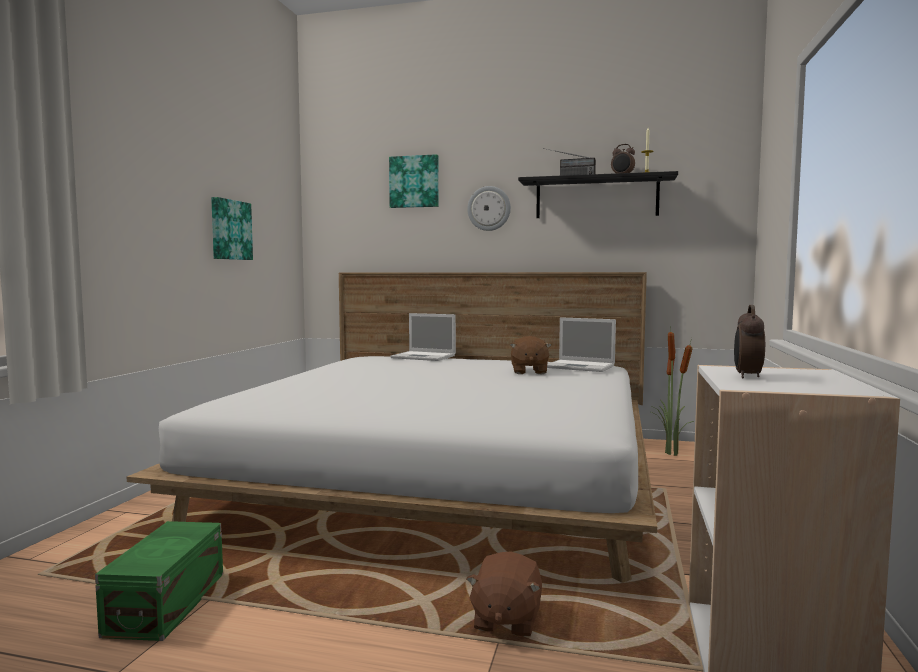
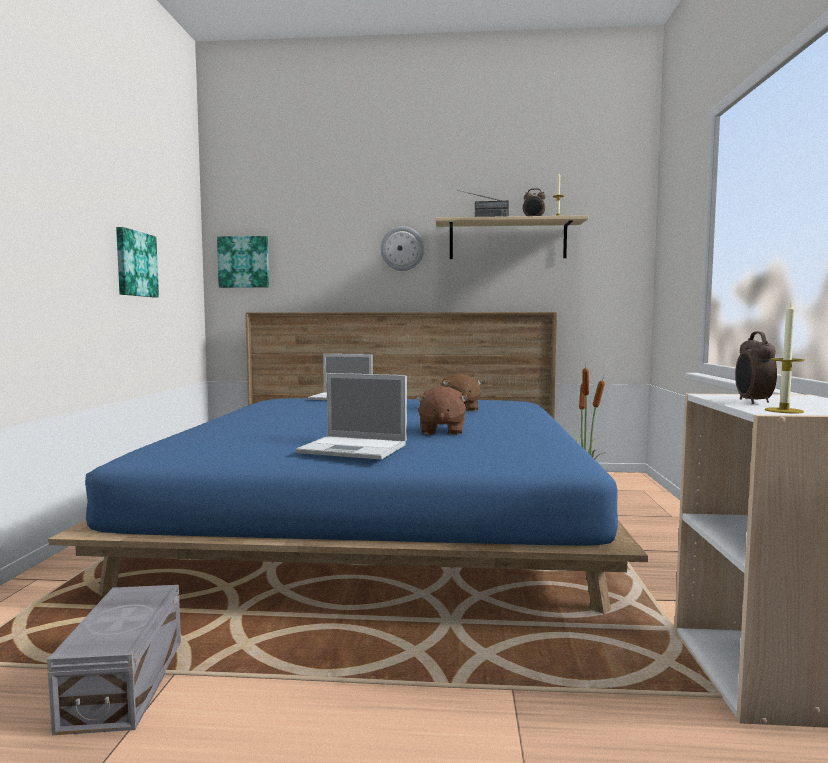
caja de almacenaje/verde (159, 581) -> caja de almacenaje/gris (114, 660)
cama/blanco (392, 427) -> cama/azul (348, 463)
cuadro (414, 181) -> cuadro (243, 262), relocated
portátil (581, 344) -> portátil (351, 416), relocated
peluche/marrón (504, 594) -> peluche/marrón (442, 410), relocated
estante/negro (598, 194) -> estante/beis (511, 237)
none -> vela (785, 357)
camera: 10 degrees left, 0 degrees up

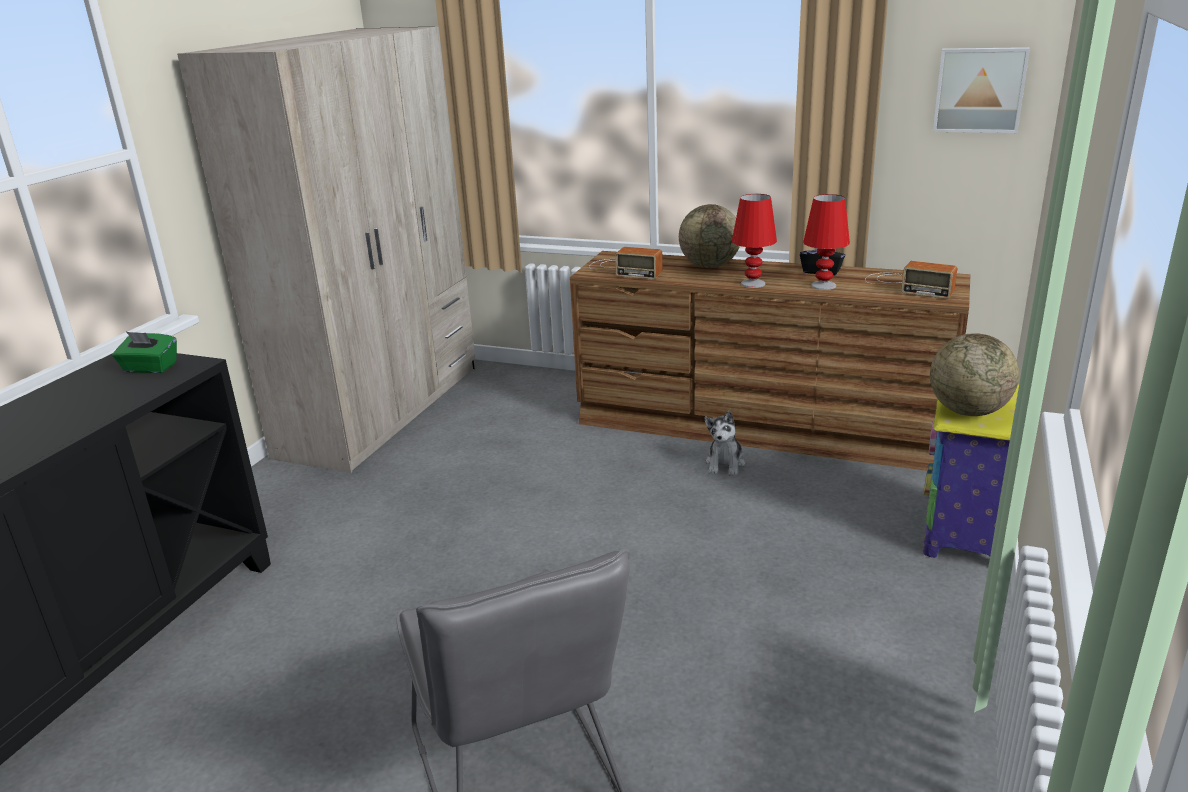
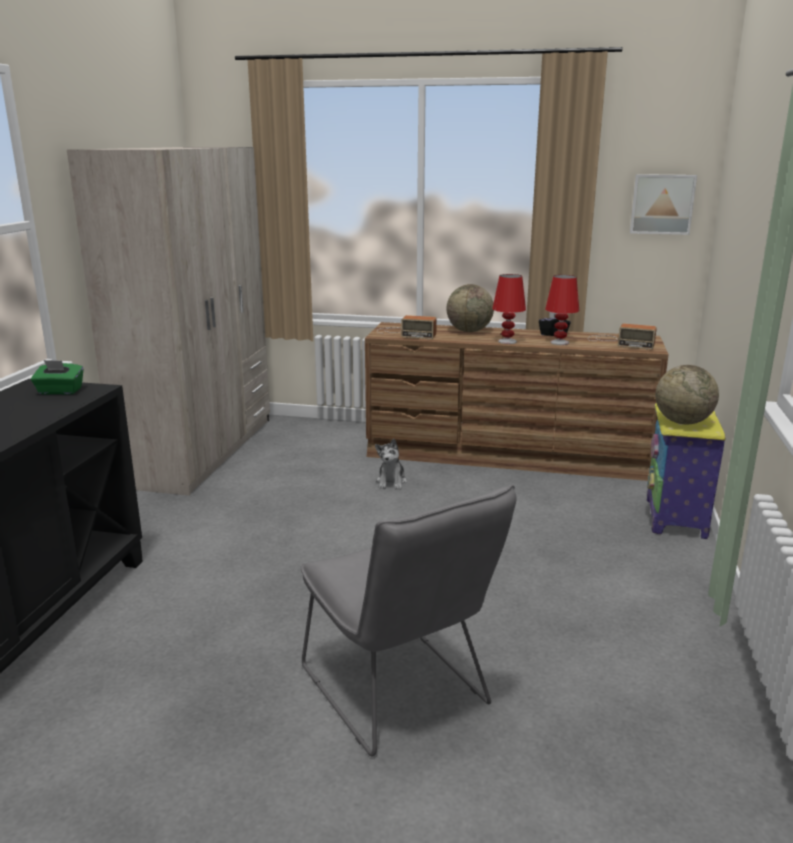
peluche (725, 443) -> peluche (391, 464), relocated
camera: 10 degrees left, 5 degrees down

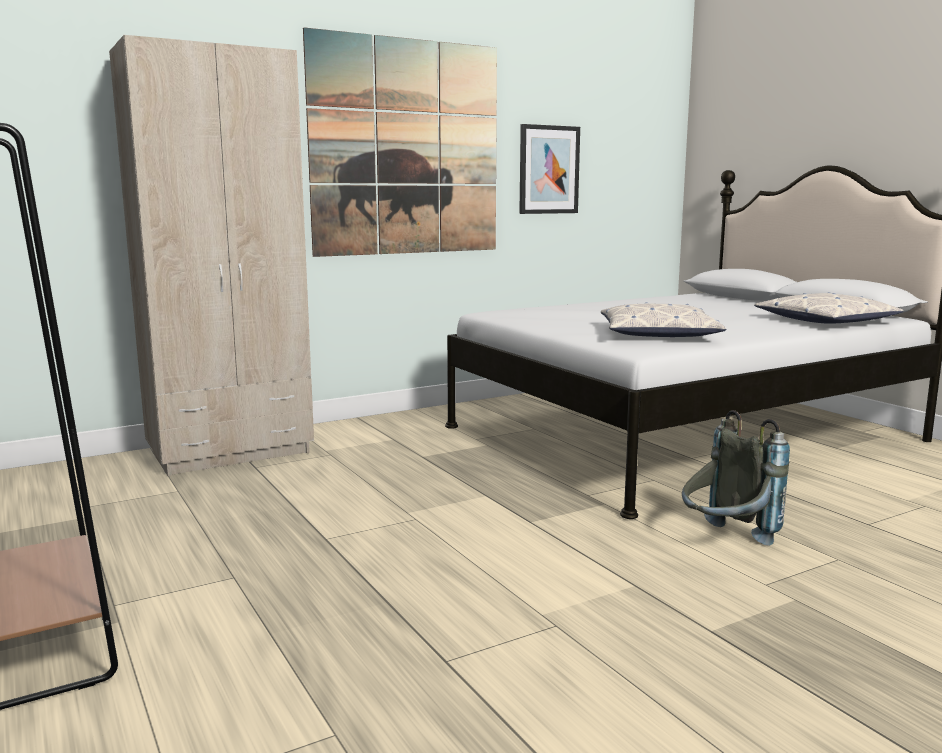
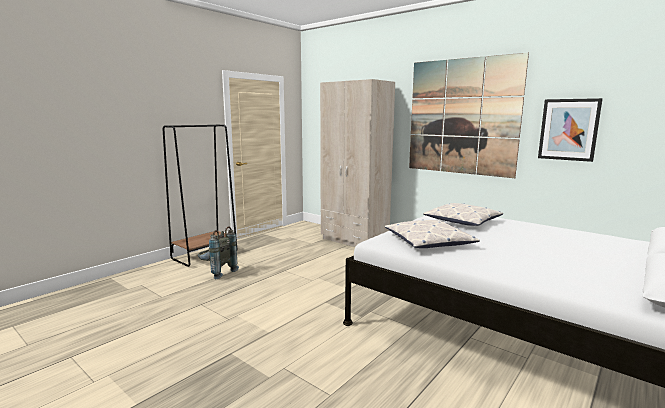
mochila/gris (736, 478) -> mochila/gris (218, 252), relocated
cojín (828, 308) -> cojín (463, 214), relocated
camera: 70 degrees right, 0 degrees up

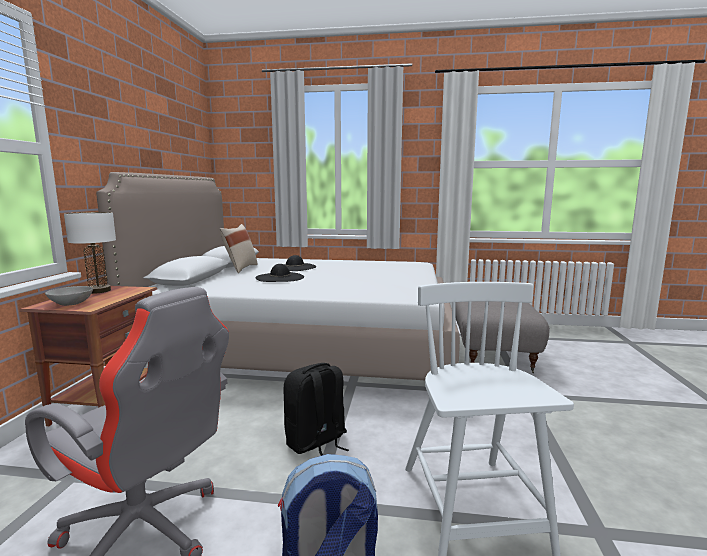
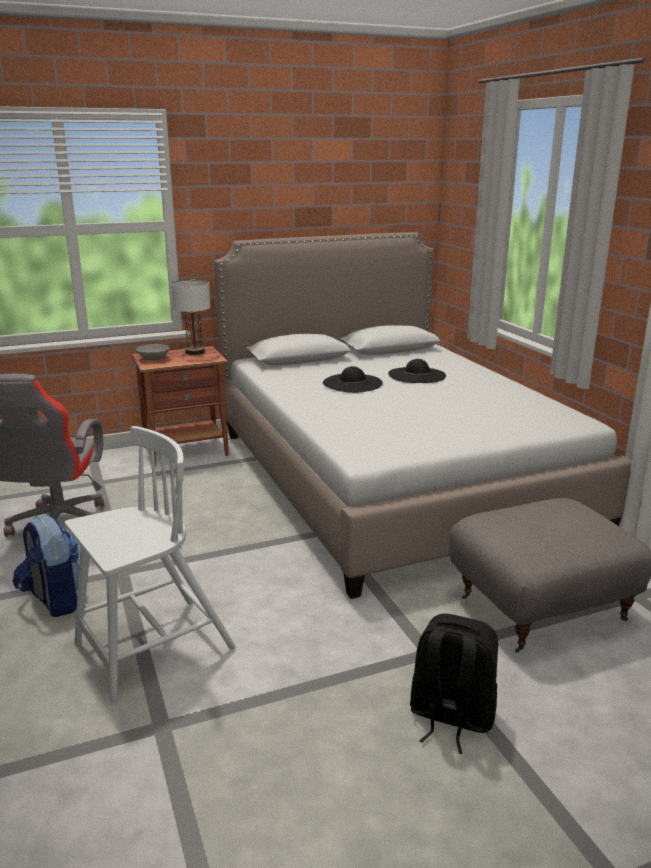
mochila/negro (316, 409) -> mochila/negro (454, 684), relocated
cojín/beis (238, 248) -> none
camera: 60 degrees right, 10 degrees up

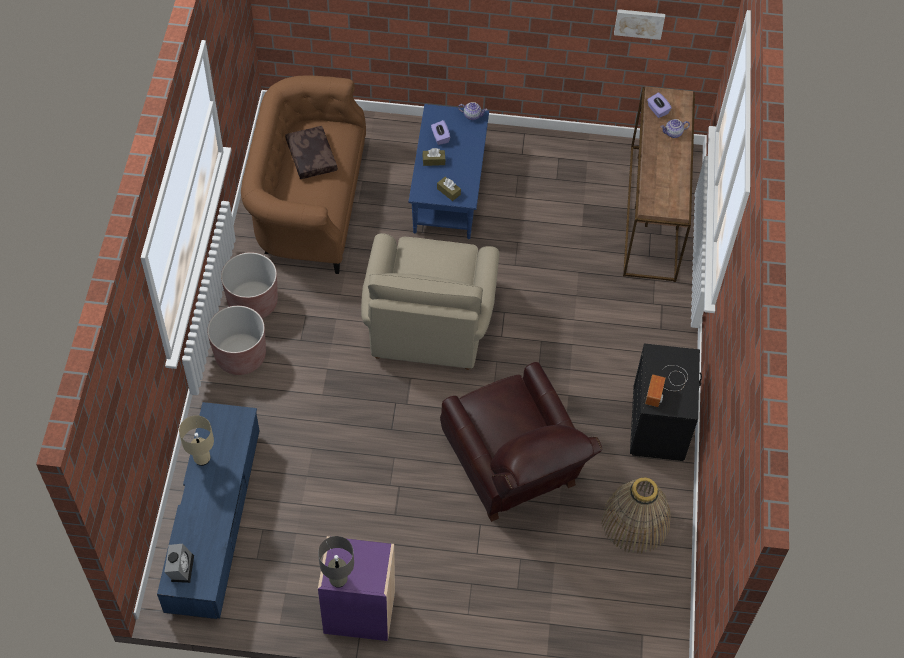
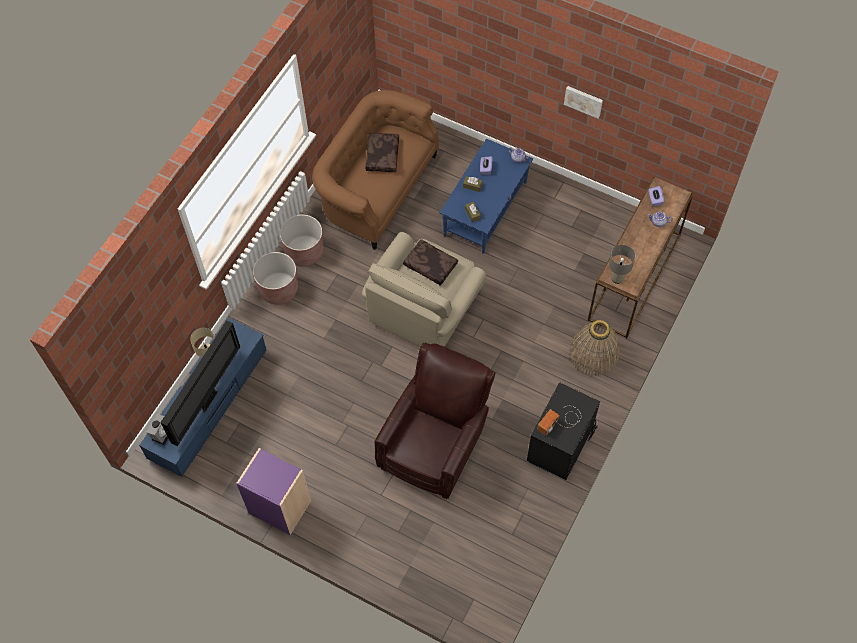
none -> televisor (200, 383)
sillón/marrón (521, 442) -> sillón/marrón (435, 420), 150 degrees counterclockwise
none -> cojín/marrón (430, 262)
cuadro (639, 24) -> cuadro (583, 102), relocated
cesta (636, 515) -> cesta (594, 348), relocated
lámpara de mesa/gris (336, 562) -> lámpara de mesa/gris (622, 264), relocated
camera: 25 degrees right, 5 degrees up

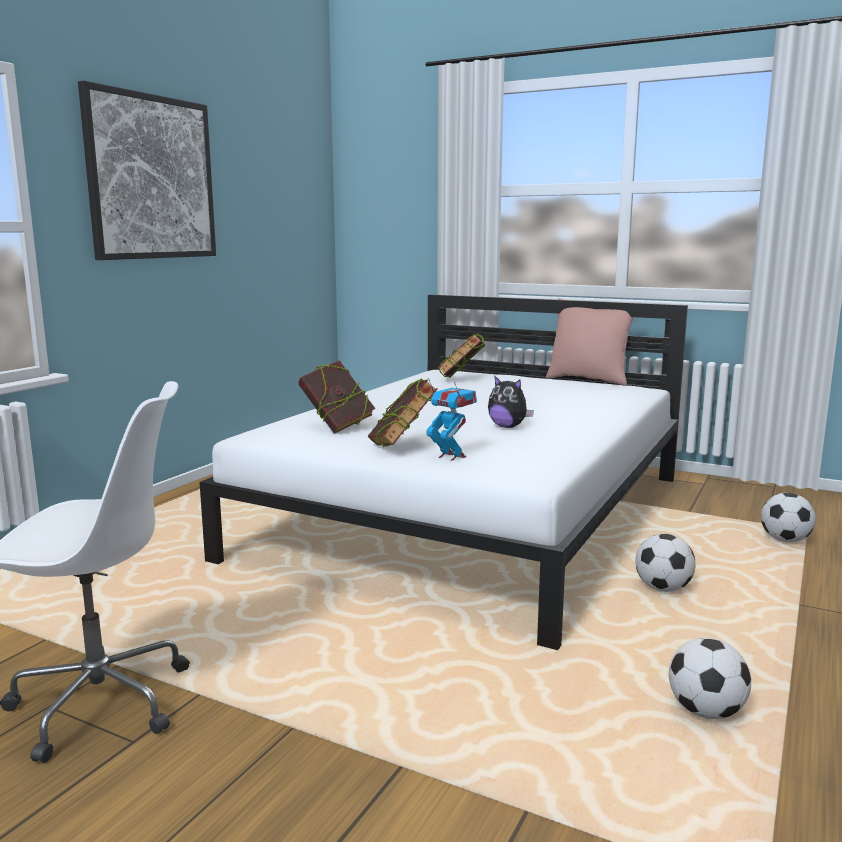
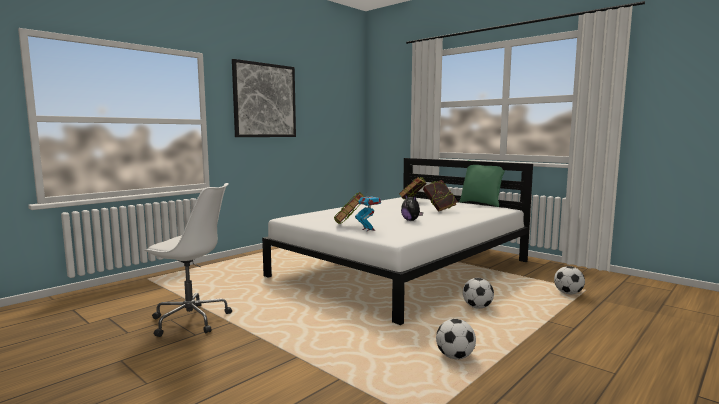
libro (336, 397) -> libro (440, 196), relocated
cojín/rosa (590, 342) -> cojín/verde (483, 183)
camera: 15 degrees right, 5 degrees down

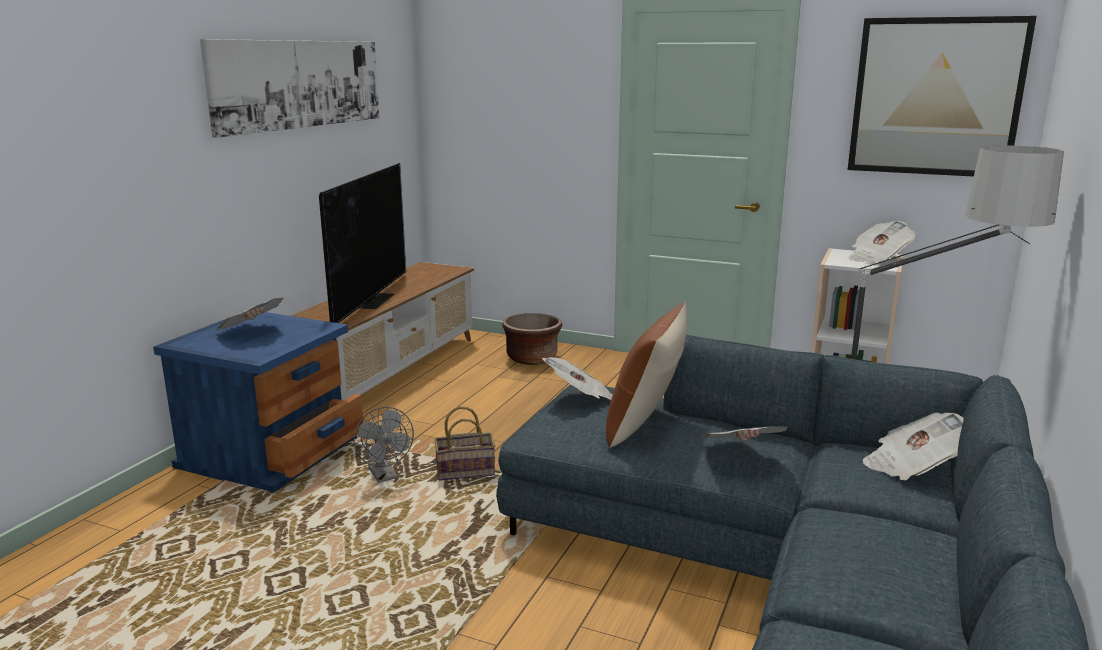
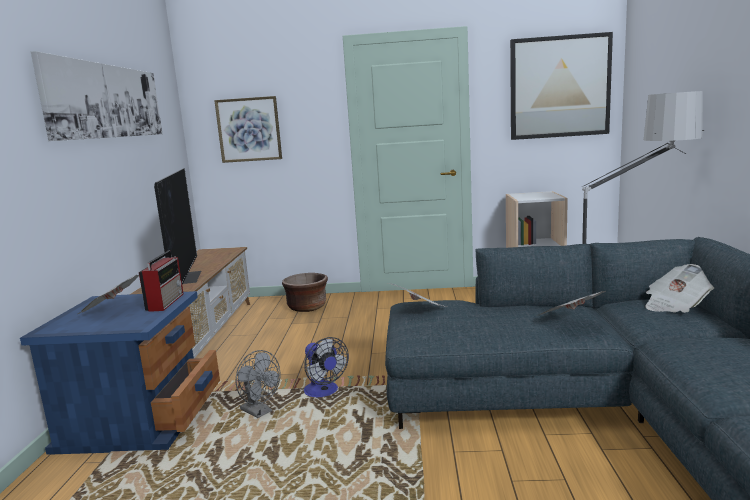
none -> radio (161, 281)
none -> cuadro (248, 129)
cesta (464, 443) -> ventilador (326, 367)
cojín/marrón (646, 375) -> none
periódico (882, 241) -> none
camera: 20 degrees left, 5 degrees down

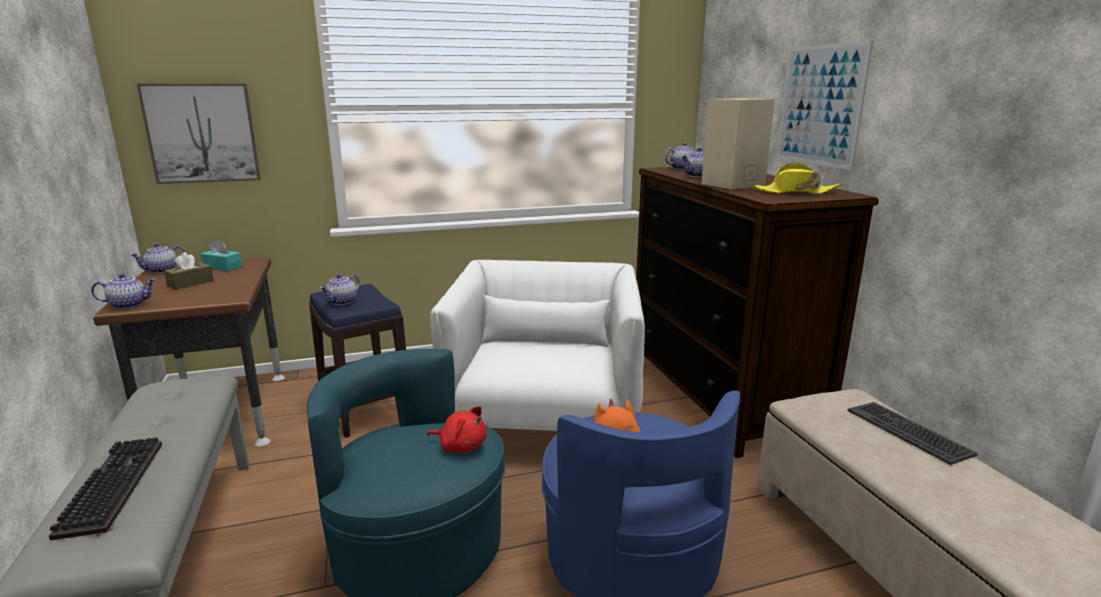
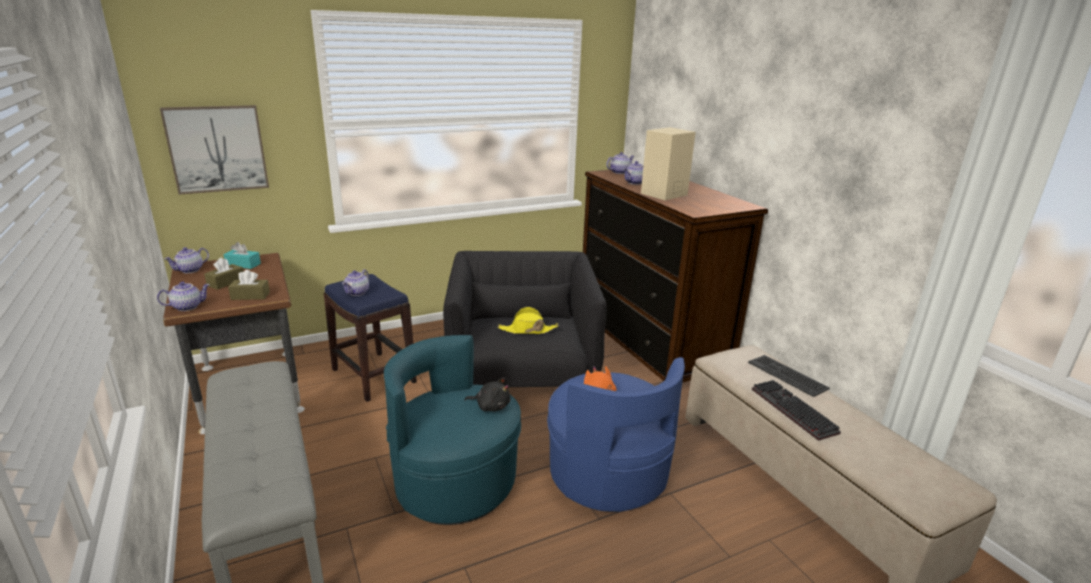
none -> caja de pañuelos/marrón (249, 285)
sillón/blanco (537, 345) -> sillón/negro (525, 319)
peluche/rojo (457, 429) -> peluche/negro (487, 394)
sombrero/amarillo (796, 178) -> sombrero/amarillo (528, 320), relocated
teclado (105, 489) -> teclado (796, 410), relocated
cuadro (825, 105) -> none
camera: 10 degrees left, 5 degrees up

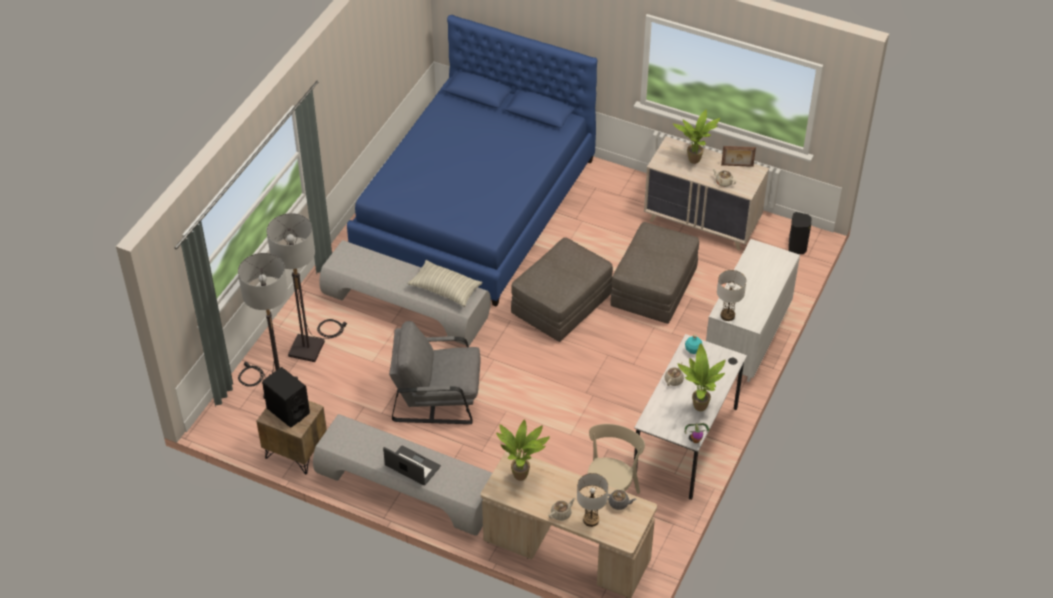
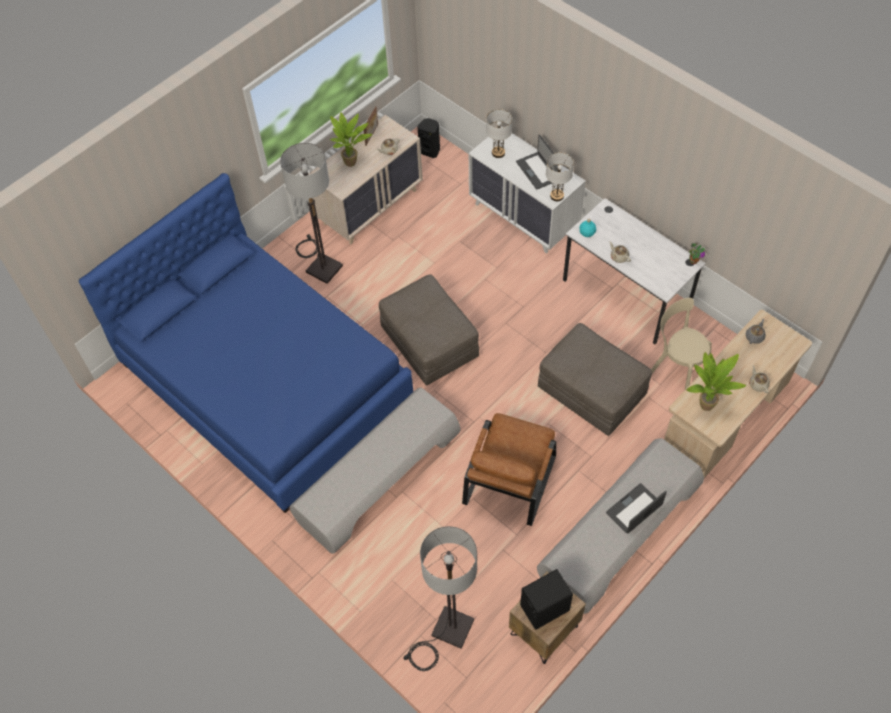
lámpara de pie (306, 287) -> lámpara de pie (311, 213), relocated
sillón/gris (435, 372) -> sillón/marrón (509, 469)
lámpara de mesa (592, 500) -> lámpara de mesa (499, 133), relocated
none -> portátil (537, 162)
puf/gris (654, 273) -> puf/gris (595, 379), relocated
cojín (445, 283) -> none
planta en maceta (701, 377) -> none
camera: 70 degrees left, 10 degrees up

